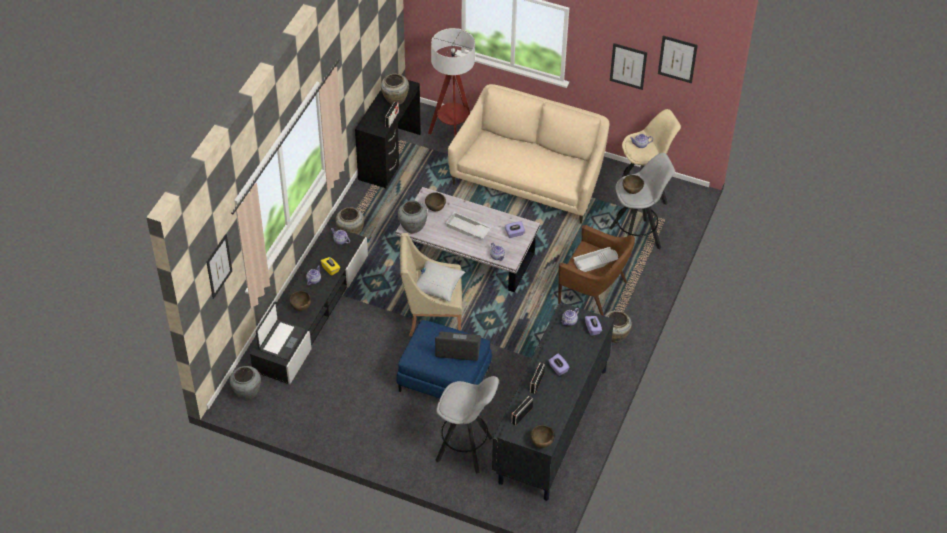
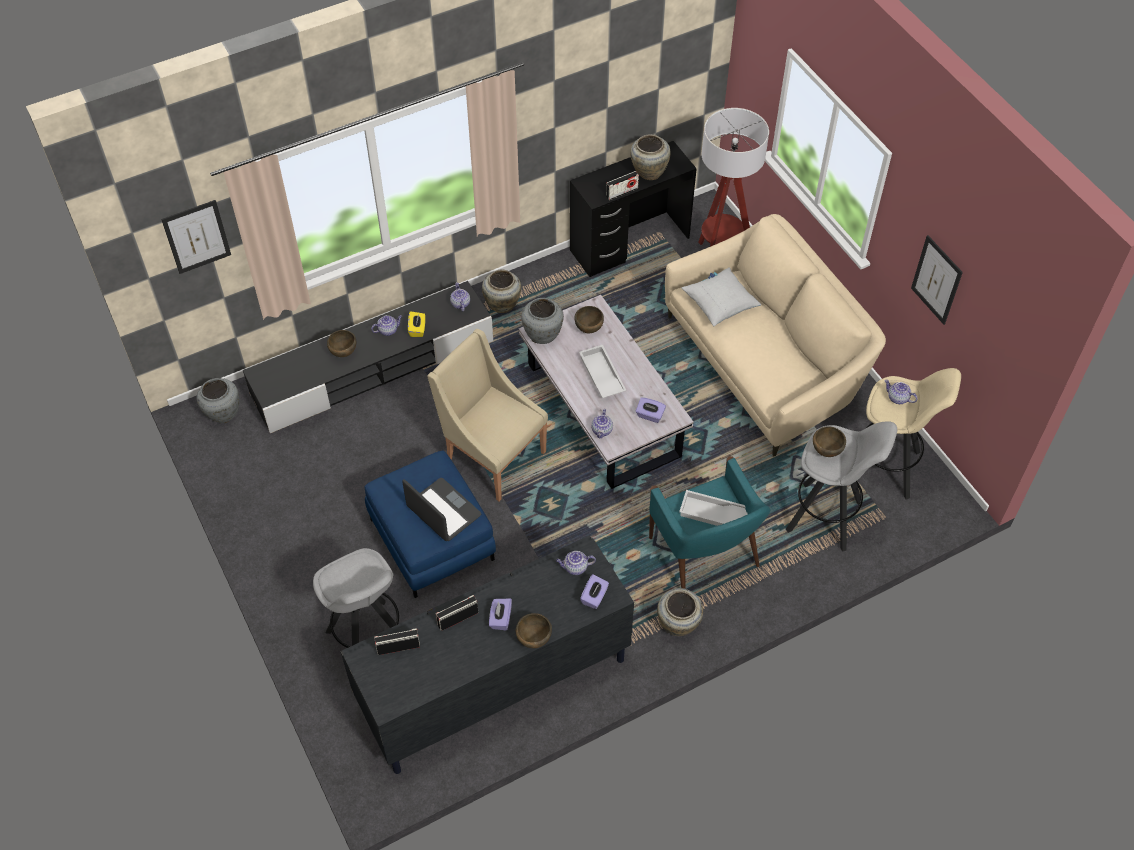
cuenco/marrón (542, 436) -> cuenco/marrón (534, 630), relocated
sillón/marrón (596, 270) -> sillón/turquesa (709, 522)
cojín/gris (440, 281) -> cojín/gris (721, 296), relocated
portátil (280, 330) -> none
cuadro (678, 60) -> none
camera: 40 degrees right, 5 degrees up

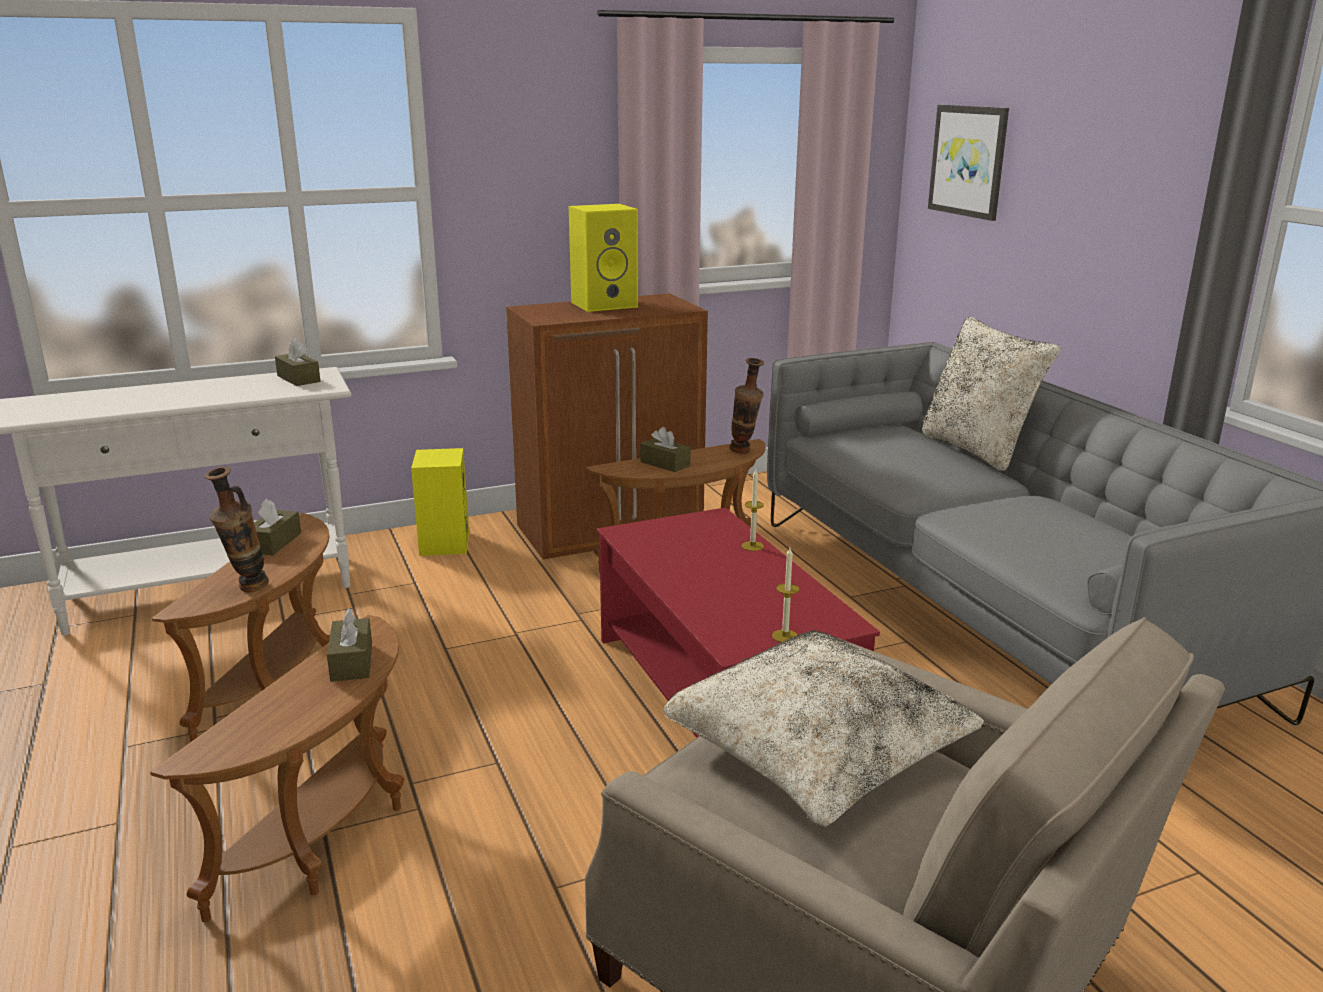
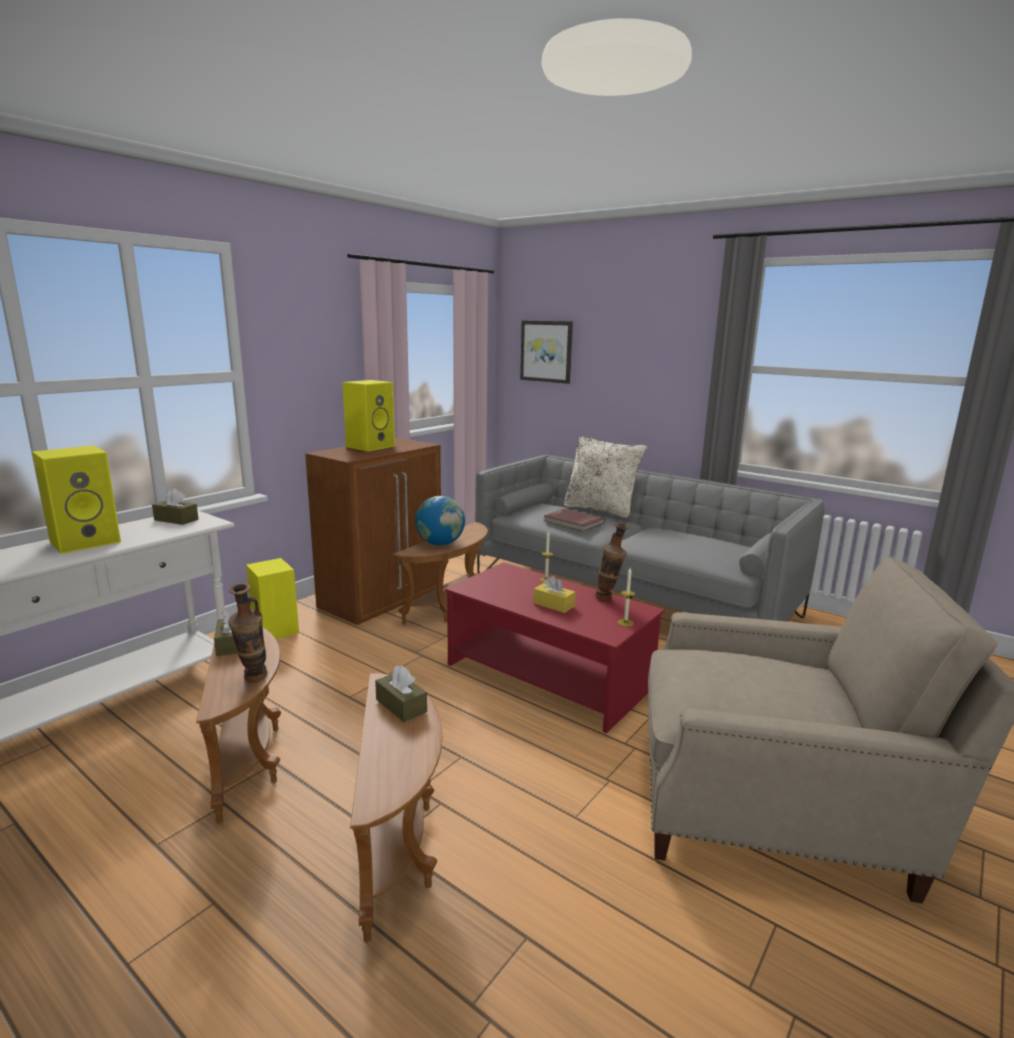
none -> altavoz/amarillo (76, 499)
caja de pañuelos/marrón (665, 449) -> globo terráqueo (440, 521)
none -> caja de pañuelos/amarillo (554, 594)
none -> libro/rojo (574, 520)
florero (746, 406) -> florero (612, 562), relocated
cojín/beis (823, 729) -> none
camera: 30 degrees left, 5 degrees down

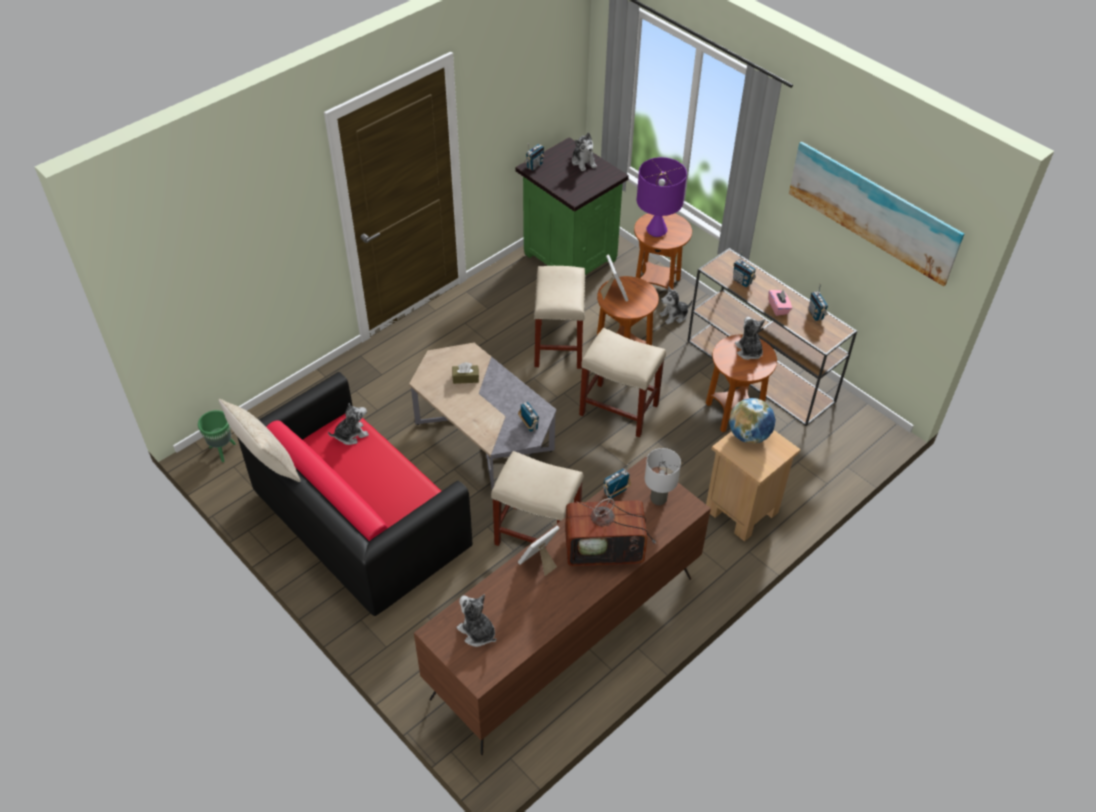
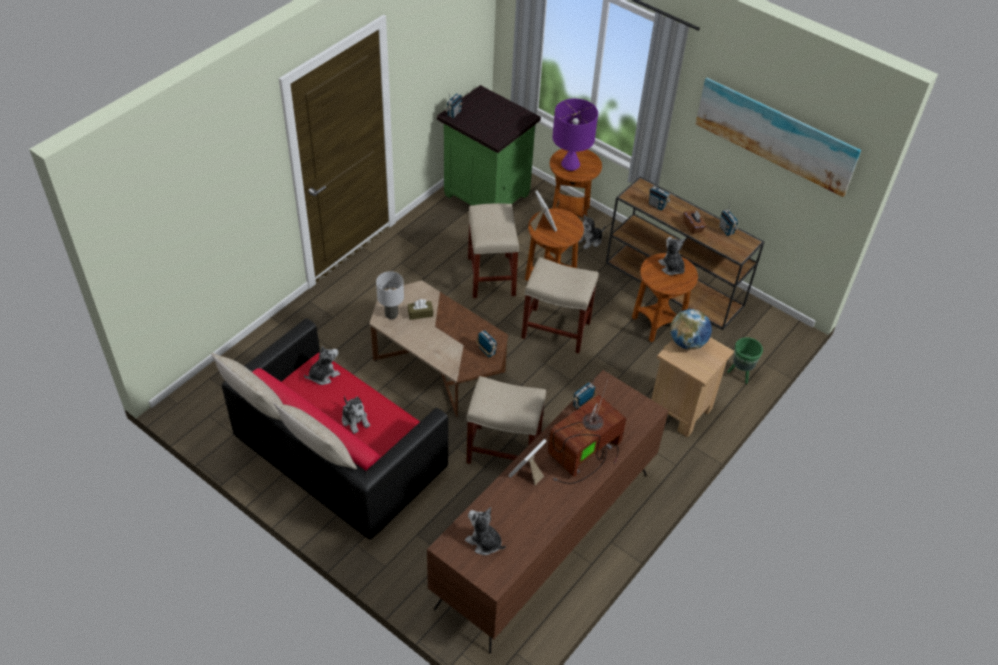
none -> cojín/beis (315, 435)
peluche (584, 151) -> peluche (356, 415), relocated
mesa de centro/gris (482, 416) -> mesa de centro/marrón (438, 348)
lámpara de mesa/blanco (663, 476) -> lámpara de mesa/blanco (390, 295), relocated
televisor (610, 522) -> televisor (587, 432), 150 degrees clockwise
caja de pañuelos/rosa (780, 303) -> caja de pañuelos/marrón (694, 222)
maceta/verde (217, 436) -> maceta/verde (745, 360), relocated
camera: 10 degrees left, 0 degrees up

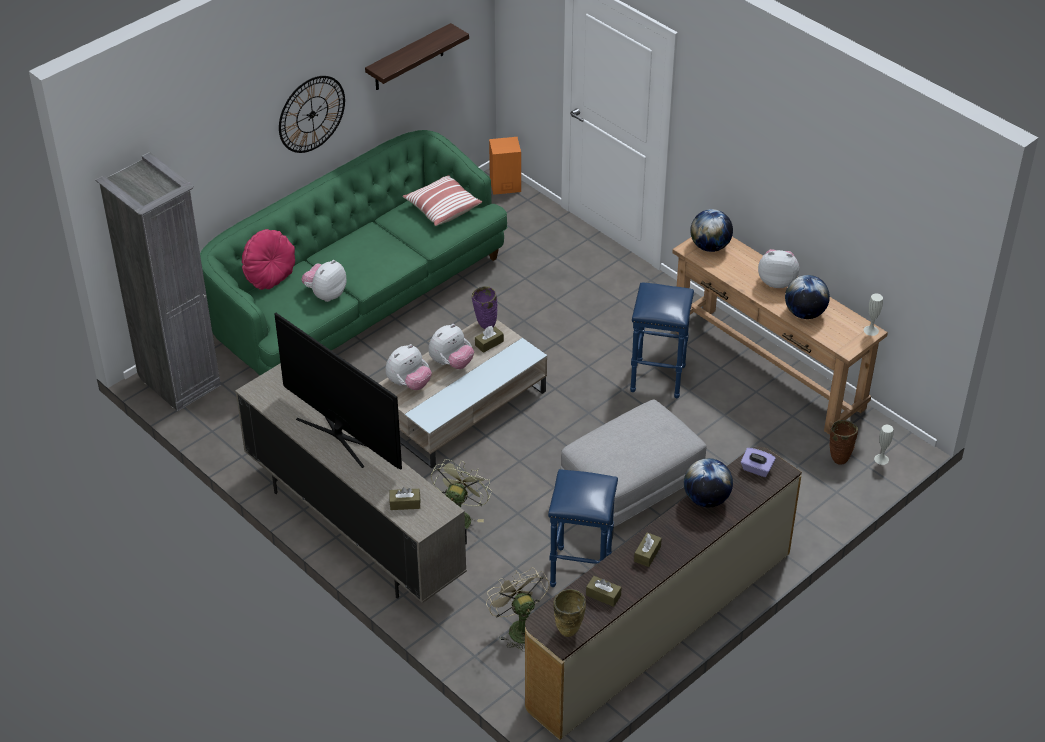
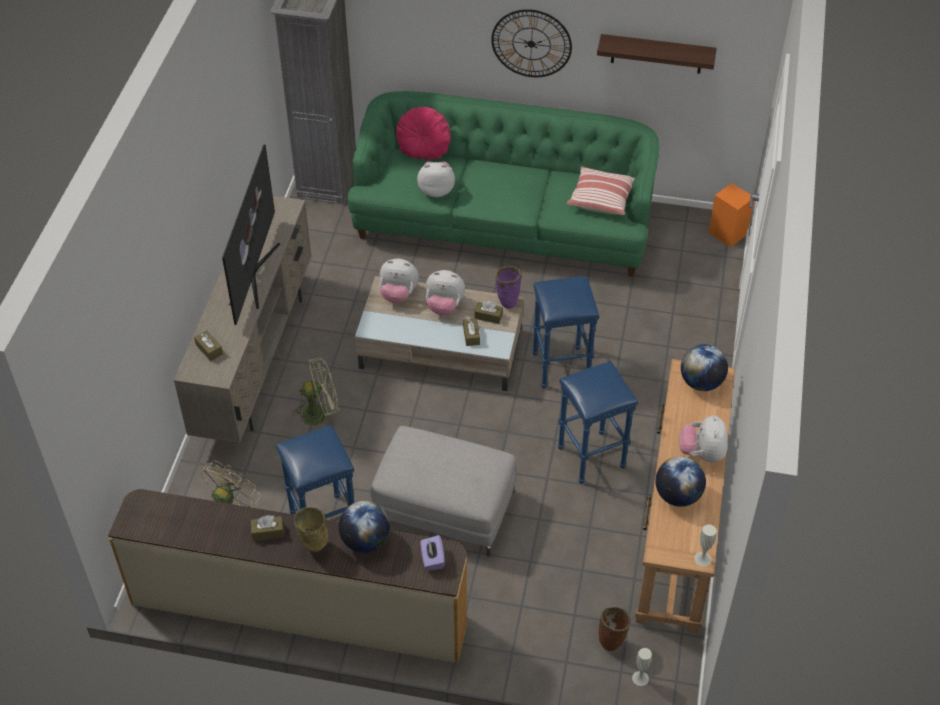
florero/beis (570, 613) -> florero/beis (311, 529), relocated
caja de pañuelos/marrón (604, 591) -> caja de pañuelos/marrón (471, 332), relocated
none -> taburete/azul (566, 332)
peluche (778, 268) -> peluche (704, 439), 150 degrees counterclockwise
camera: 55 degrees right, 5 degrees up

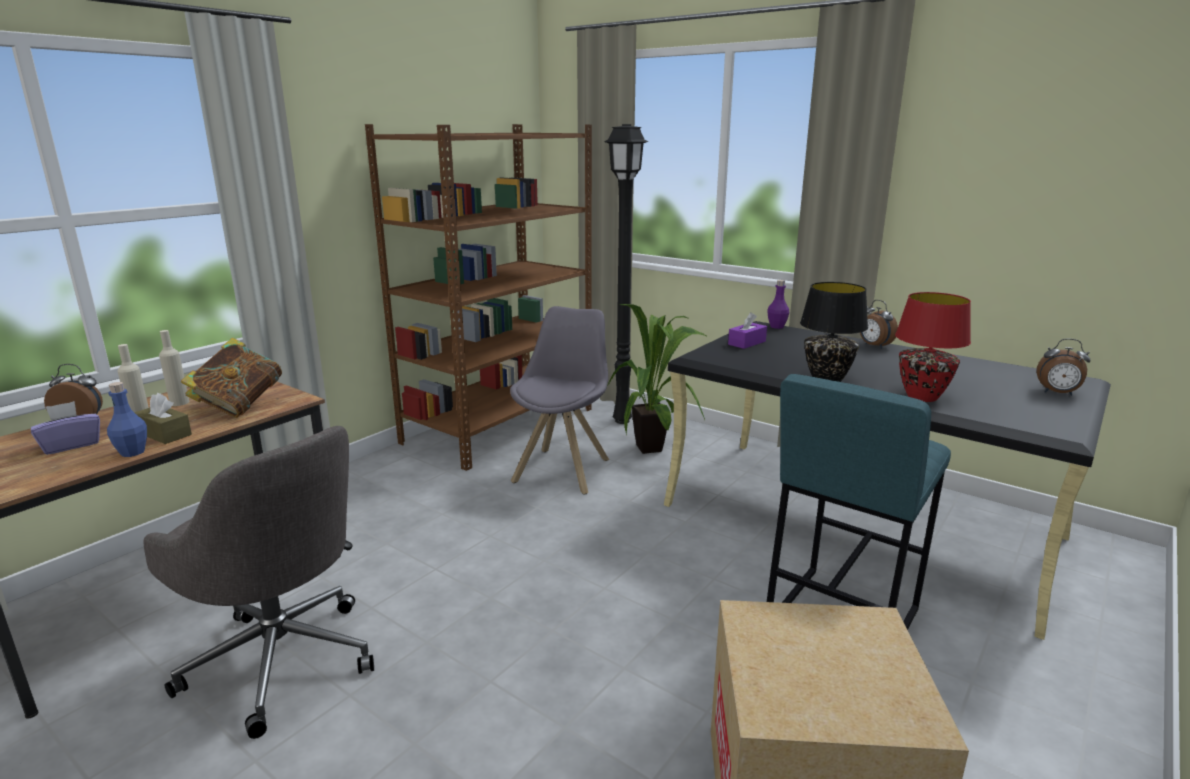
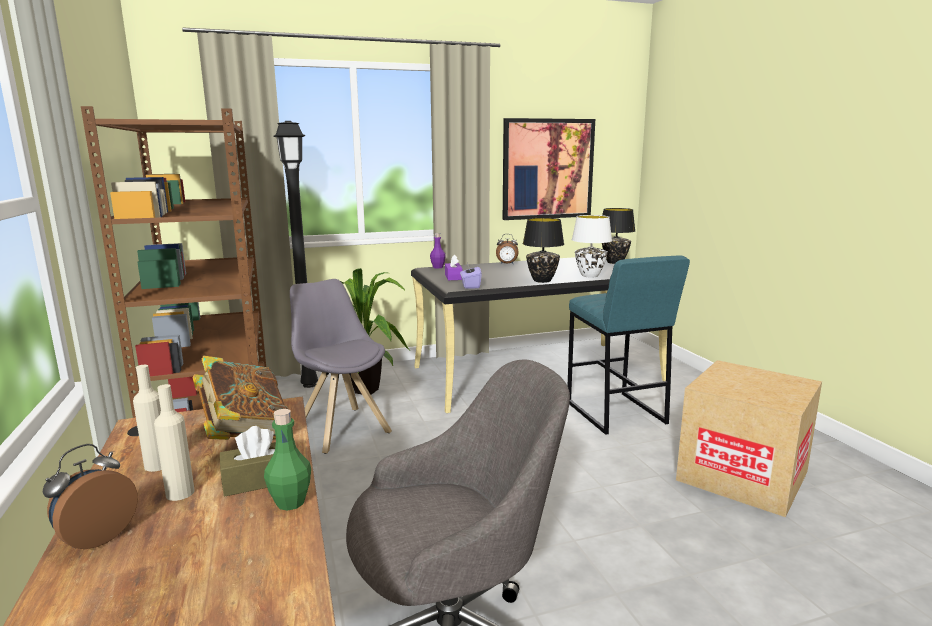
botella/azul (127, 419) -> botella/verde (287, 460)
caja de pañuelos/morado (65, 428) -> caja de pañuelos/morado (471, 275), relocated
none -> cuadro (549, 169)
lámpara de mesa/rojo (933, 347) -> lámpara de mesa/blanco (592, 246)
despertador (1063, 367) -> lámpara de mesa/negro (618, 236)
camera: 55 degrees left, 5 degrees down

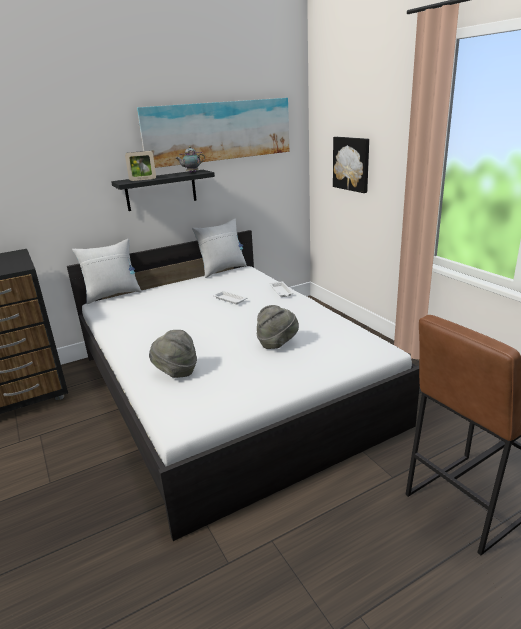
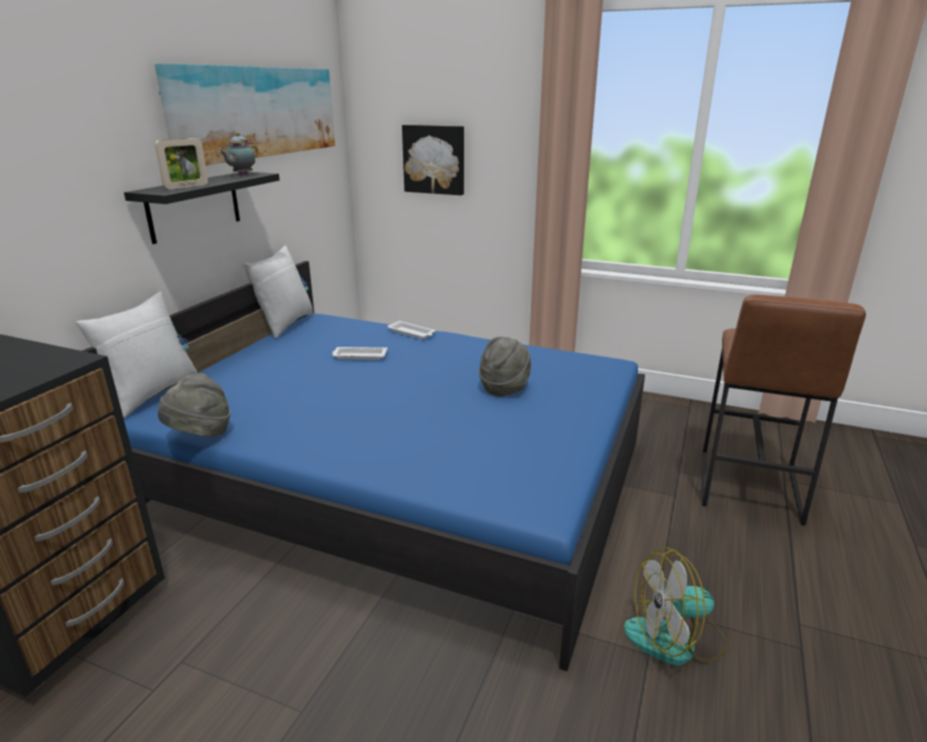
cama/blanco (243, 385) -> cama/azul (363, 466)
sombrero/gris (173, 354) -> sombrero/gris (194, 405), relocated
none -> ventilador (676, 607)
camera: 40 degrees left, 0 degrees up

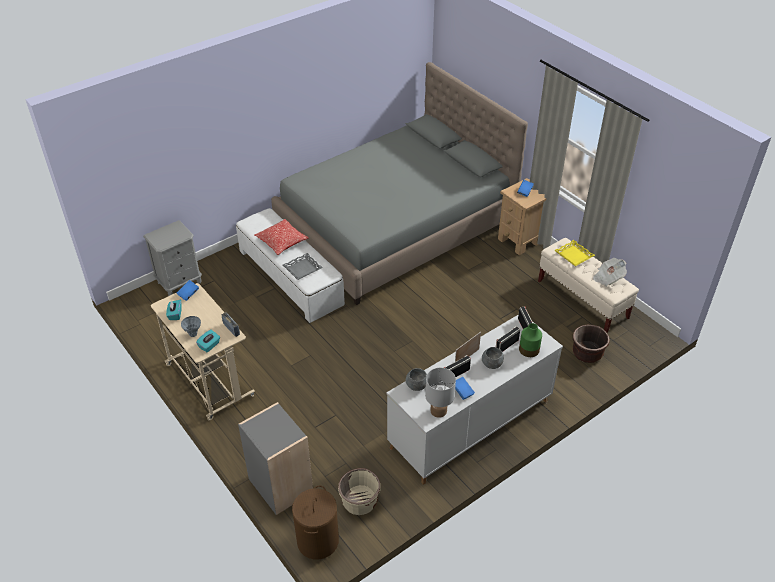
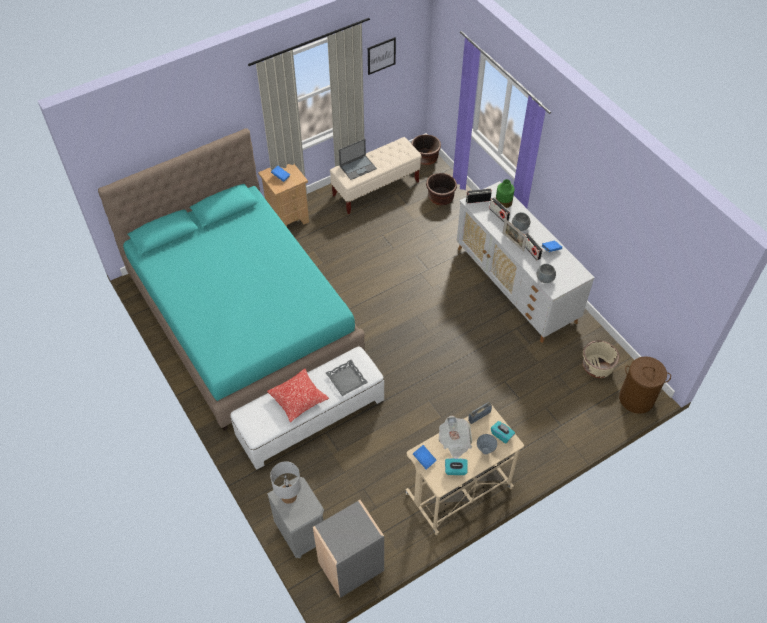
cama/gris (399, 183) -> cama/turquesa (231, 279)
lámpara de mesa/gris (440, 393) -> lámpara de mesa/gris (285, 482), relocated
estantería/gris (275, 458) -> estantería/gris (348, 549), relocated
bandeja/amarillo (574, 253) -> portátil (358, 159)
none -> cuadro (382, 56)
none -> maceta/marrón (426, 150)
periódico (609, 272) -> periódico (455, 437), relocated
camera: 85 degrees left, 10 degrees up

